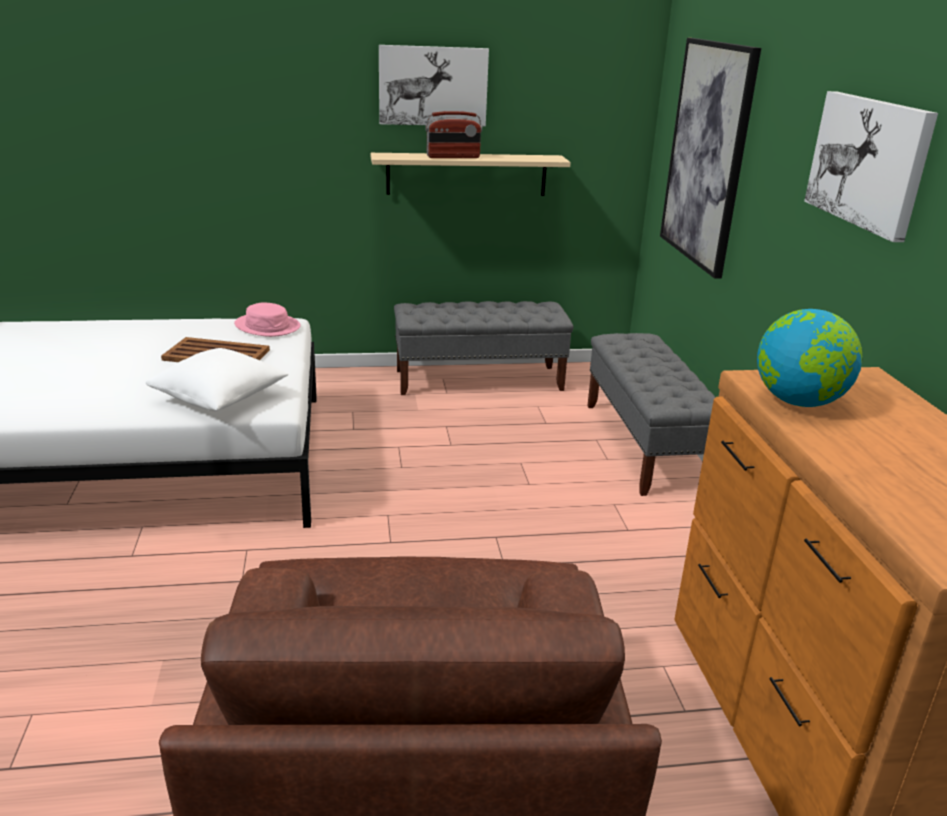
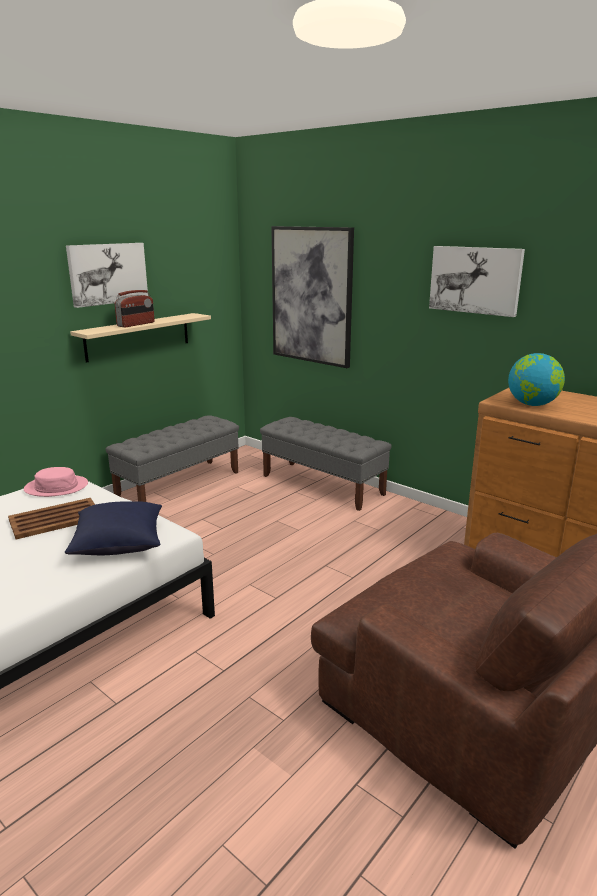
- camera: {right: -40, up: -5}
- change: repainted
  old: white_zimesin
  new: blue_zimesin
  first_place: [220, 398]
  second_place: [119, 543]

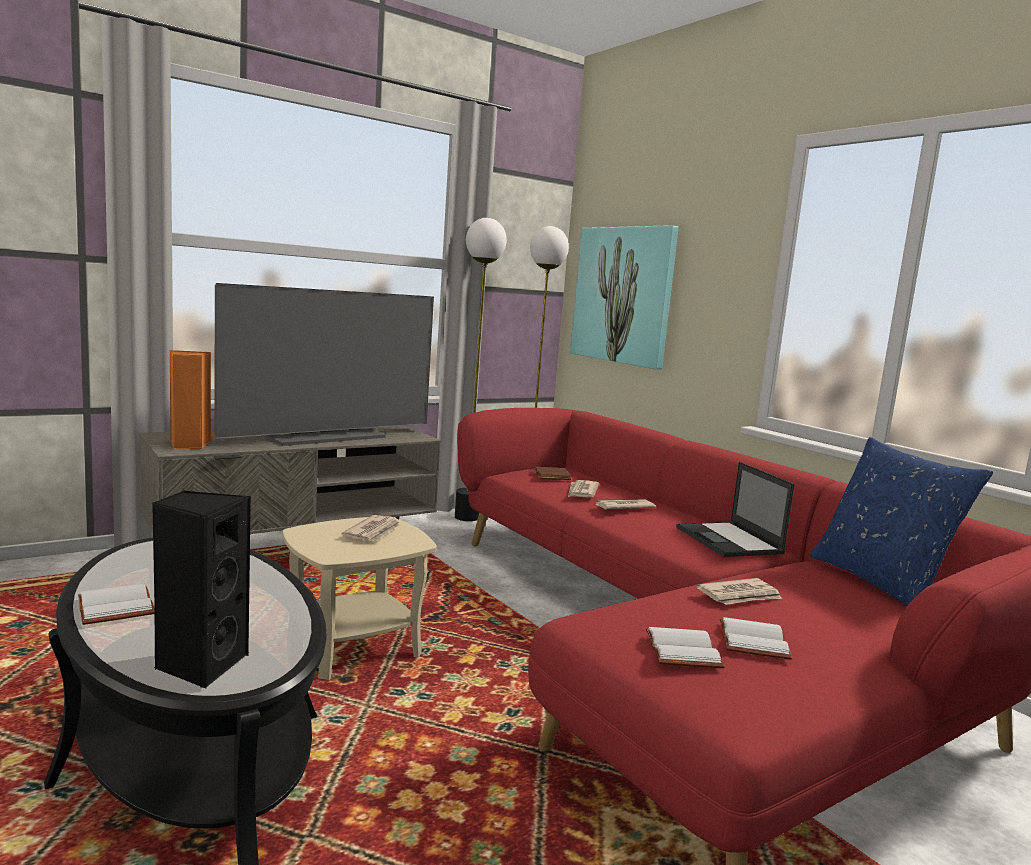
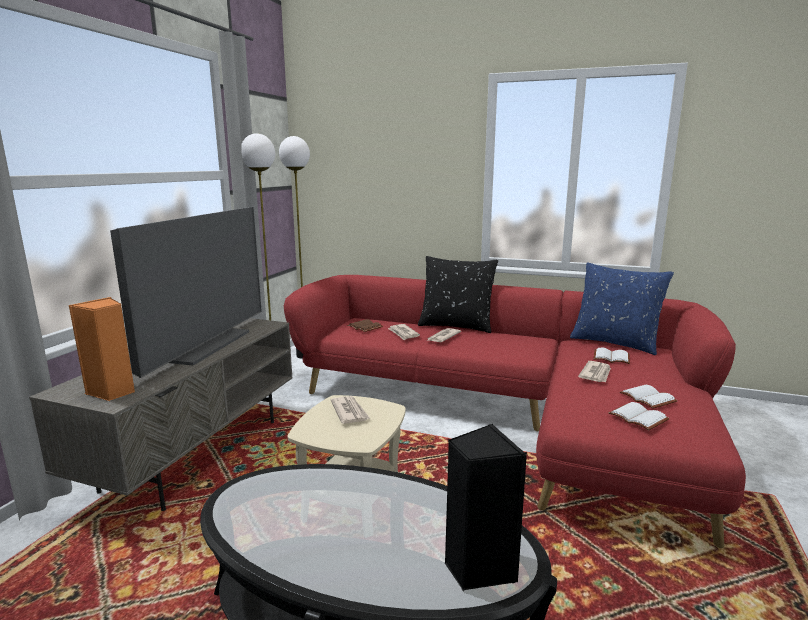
- camera: {right: -35, up: 5}
- change: new
  new: black_zimesin
  second_place: [456, 326]
- change: shifted
  old: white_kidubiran
  first_place: [118, 607]
  second_place: [612, 357]
- change: gone
  old: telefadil
  first_place: [623, 295]
- change: gone
  old: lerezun
  first_place: [729, 540]

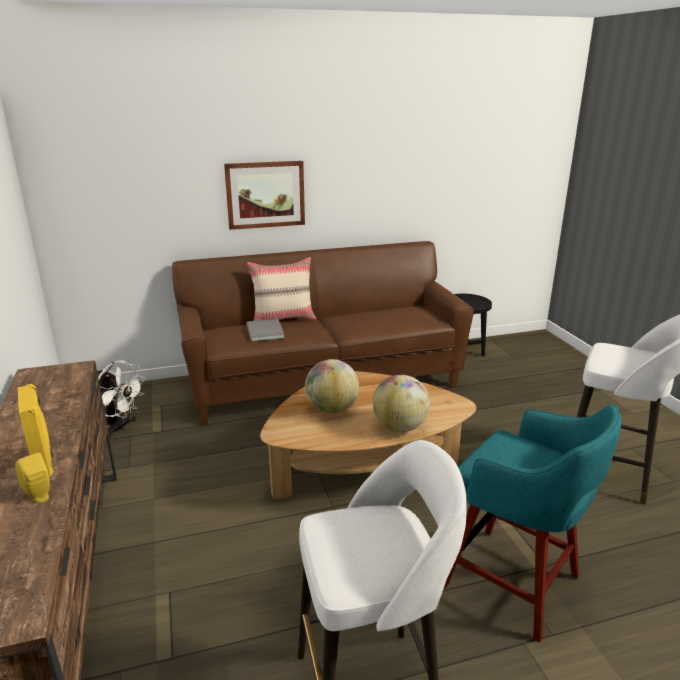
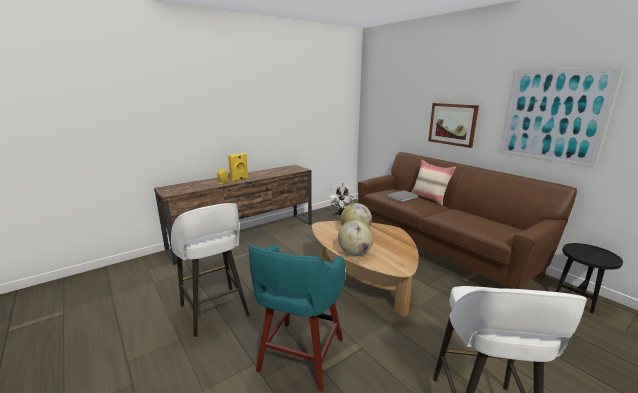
- camera: {right: 70, up: -5}
- change: new
  new: telefadil
  second_place: [552, 116]

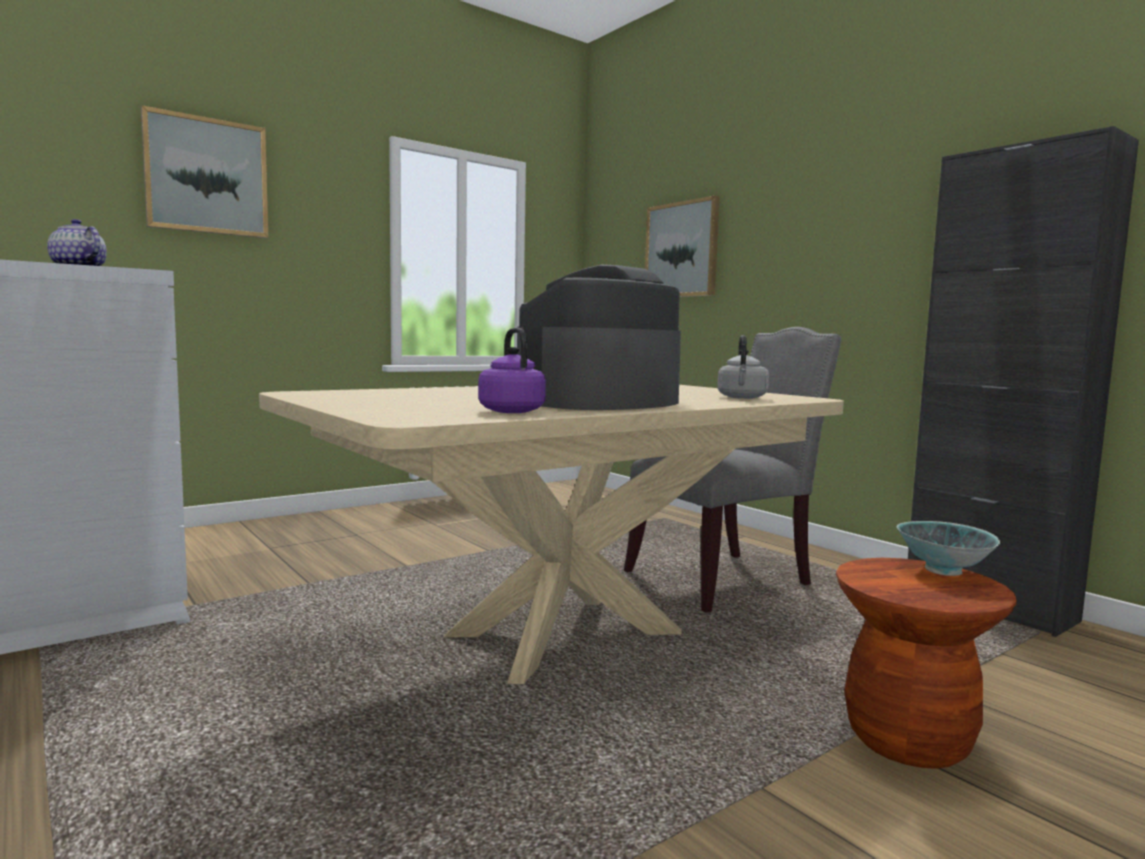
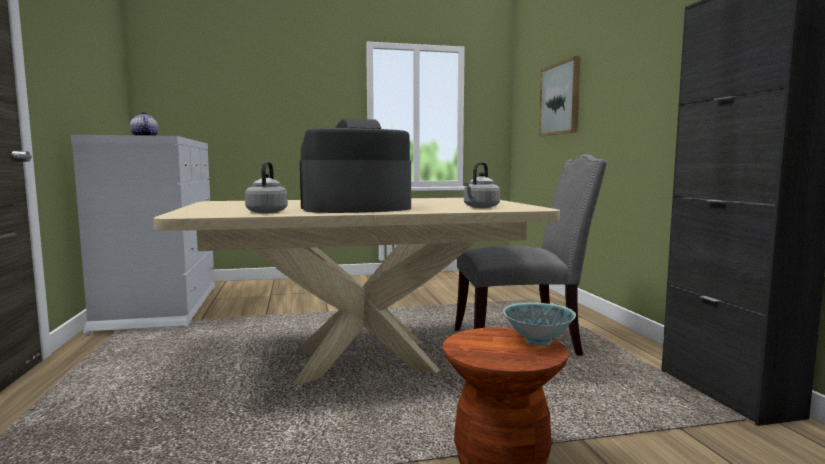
- camera: {right: 25, up: 0}
- change: repainted
  old: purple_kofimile
  new: grey_kofimile
  first_place: [510, 411]
  second_place: [267, 212]
- change: gone
  old: telefadil
  first_place: [206, 176]

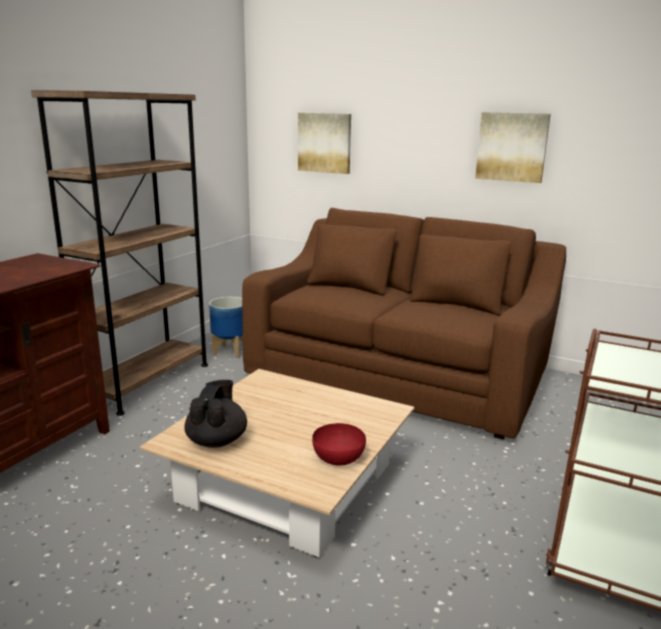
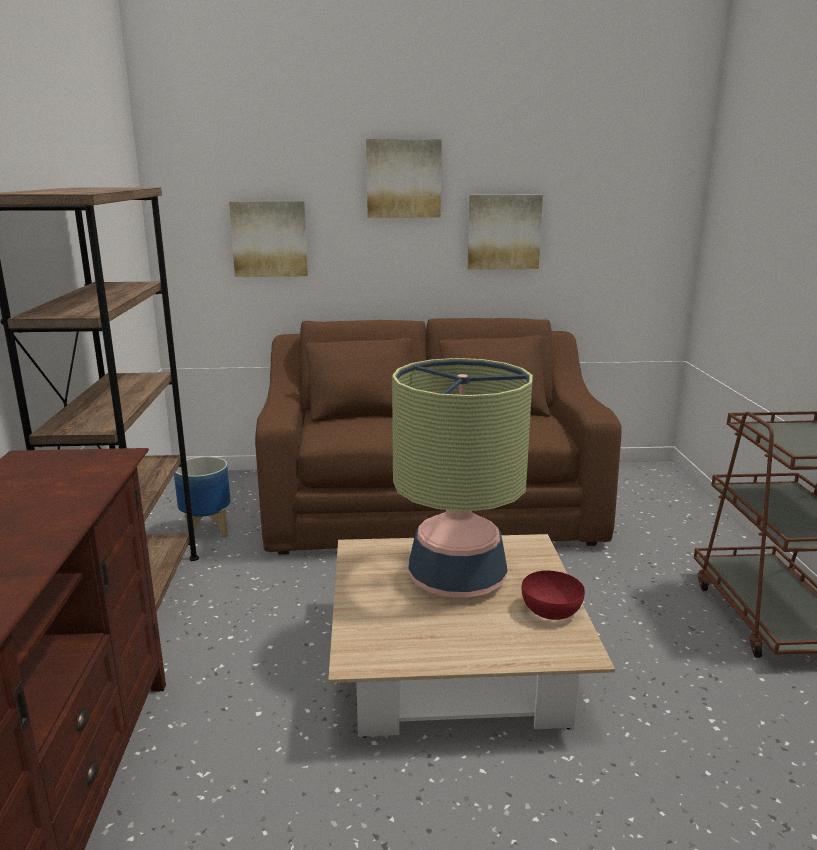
- camera: {right: -30, up: 0}
- change: new
  new: telefadil
  second_place: [403, 178]
- change: new
  new: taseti
  second_place: [457, 579]
- change: gone
  old: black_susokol
  first_place: [217, 440]

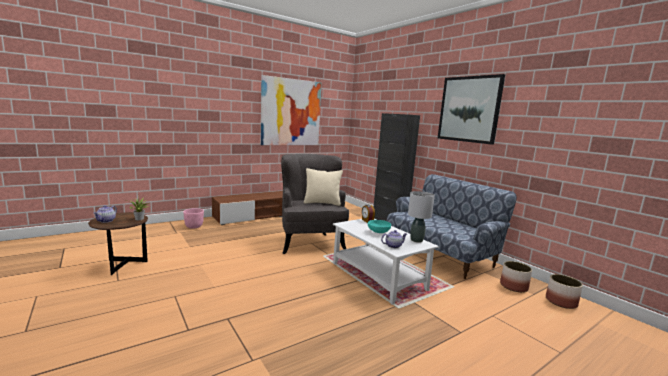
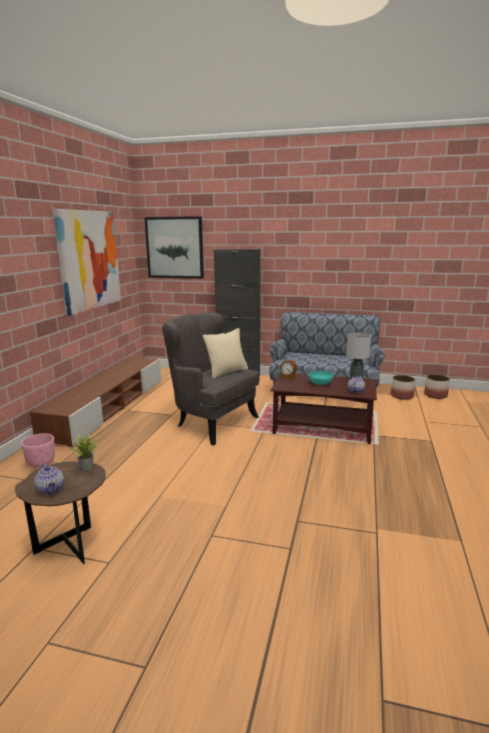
- camera: {right: -40, up: 5}
- change: shifted
  old: telefadil
  first_place: [469, 109]
  second_place: [174, 247]
- change: repainted
  old: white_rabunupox
  new: brown_rabunupox
  first_place: [378, 276]
  second_place: [323, 428]

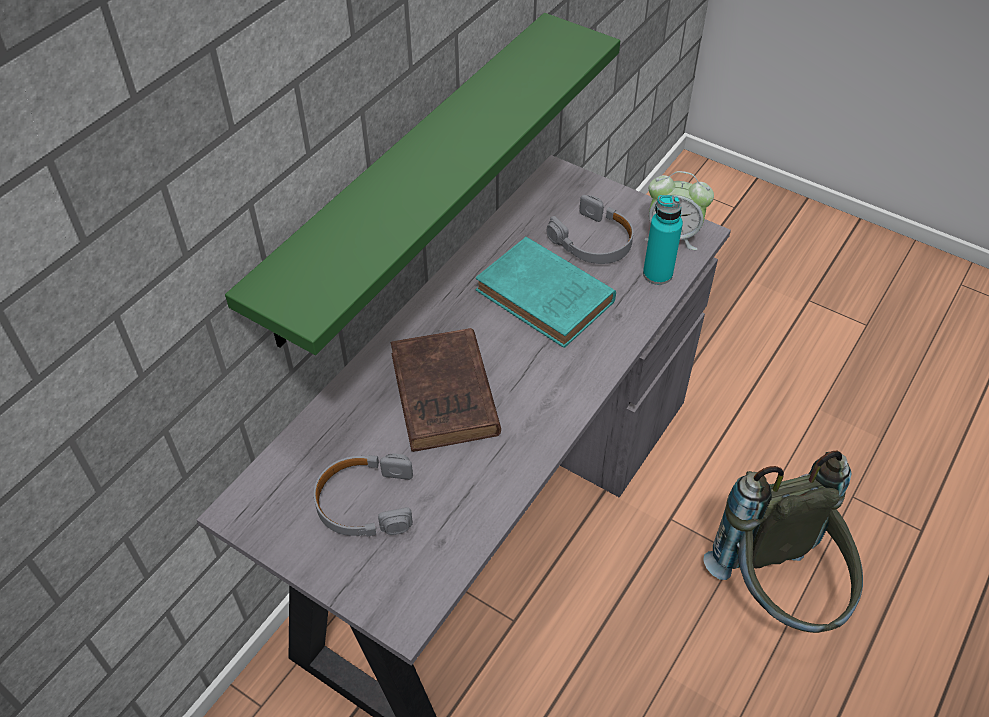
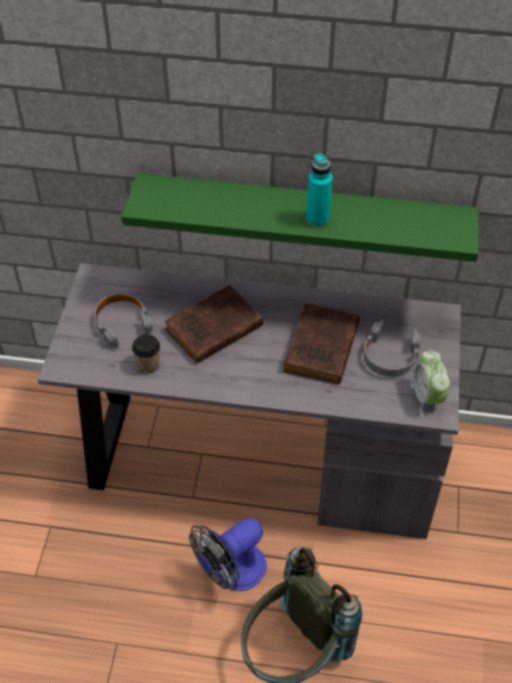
- camera: {right: 65, up: 0}
- change: new
  new: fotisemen
  second_place: [148, 365]
- change: new
  new: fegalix
  second_place: [231, 573]
- change: repainted
  old: turquoise_kidubiran
  new: brown_kidubiran
  first_place: [547, 298]
  second_place: [321, 349]
- change: shifted
  old: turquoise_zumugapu
  first_place: [657, 274]
  second_place: [317, 219]

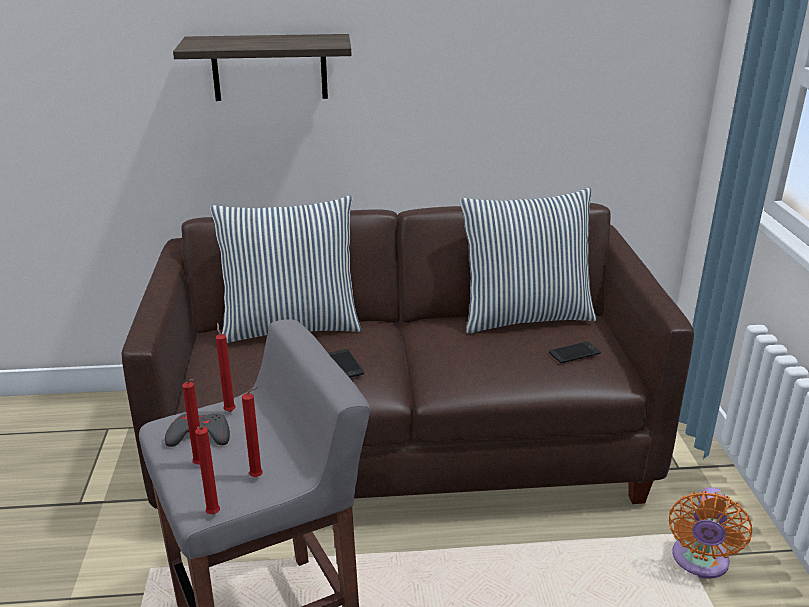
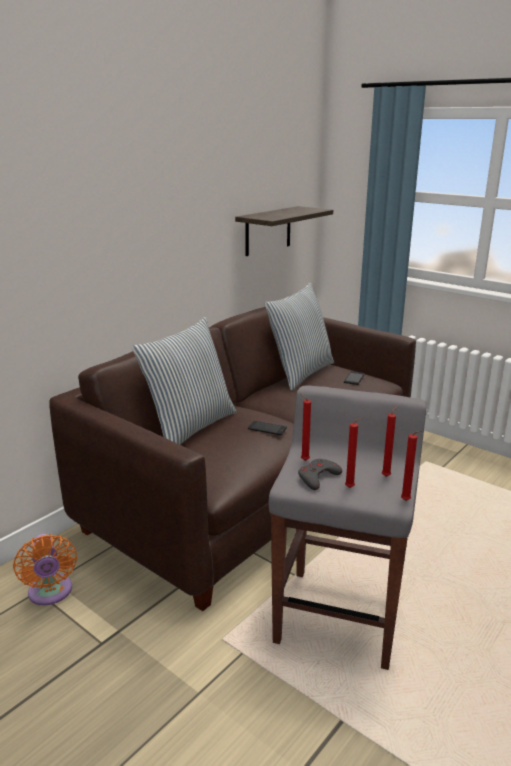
- camera: {right: -45, up: -5}
- change: shifted
  old: orange_fegalix
  first_place: [699, 562]
  second_place: [50, 593]
- change: shifted
  old: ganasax
  first_place: [269, 67]
  second_place: [268, 231]

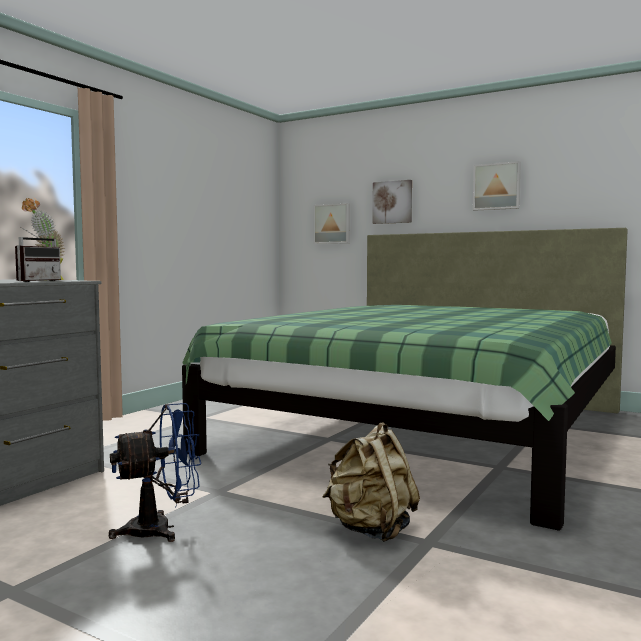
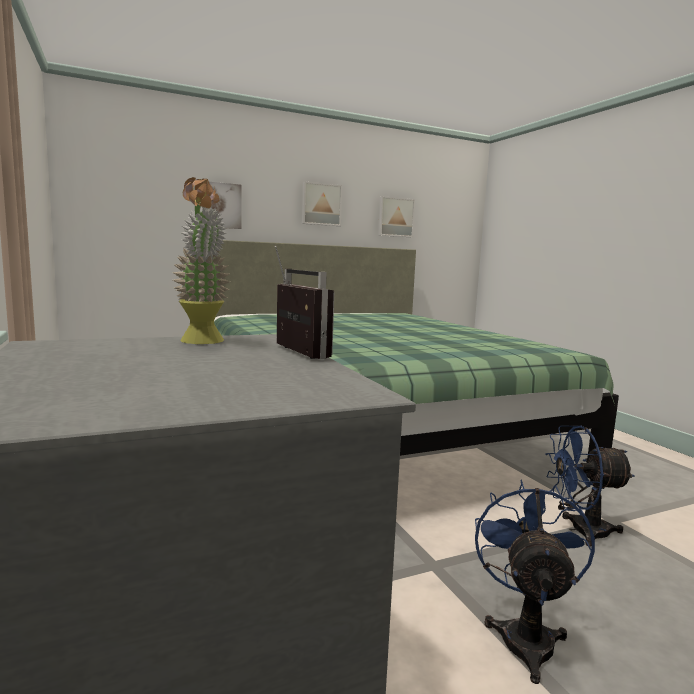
- camera: {right: -55, up: 5}
- change: shifted
  old: telefadil
  first_place: [332, 224]
  second_place: [395, 217]
- change: swapped
  old: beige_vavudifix
  new: blue_fegalix
  first_place: [371, 530]
  second_place: [580, 530]

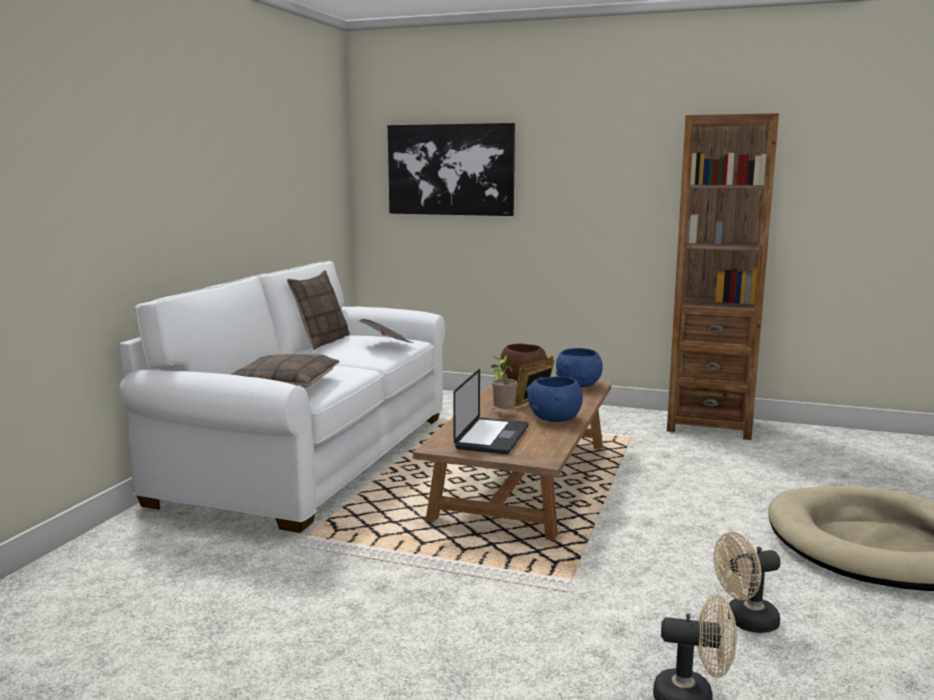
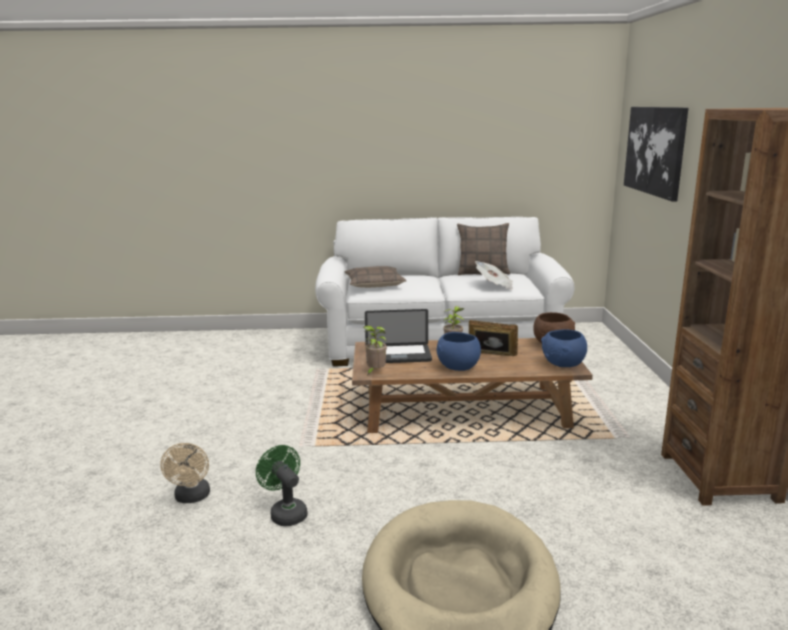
- camera: {right: 70, up: 5}
- change: repainted
  old: beige_fegalix
  new: green_fegalix
  first_place: [745, 622]
  second_place: [286, 512]
- change: new
  new: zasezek
  second_place: [375, 372]

